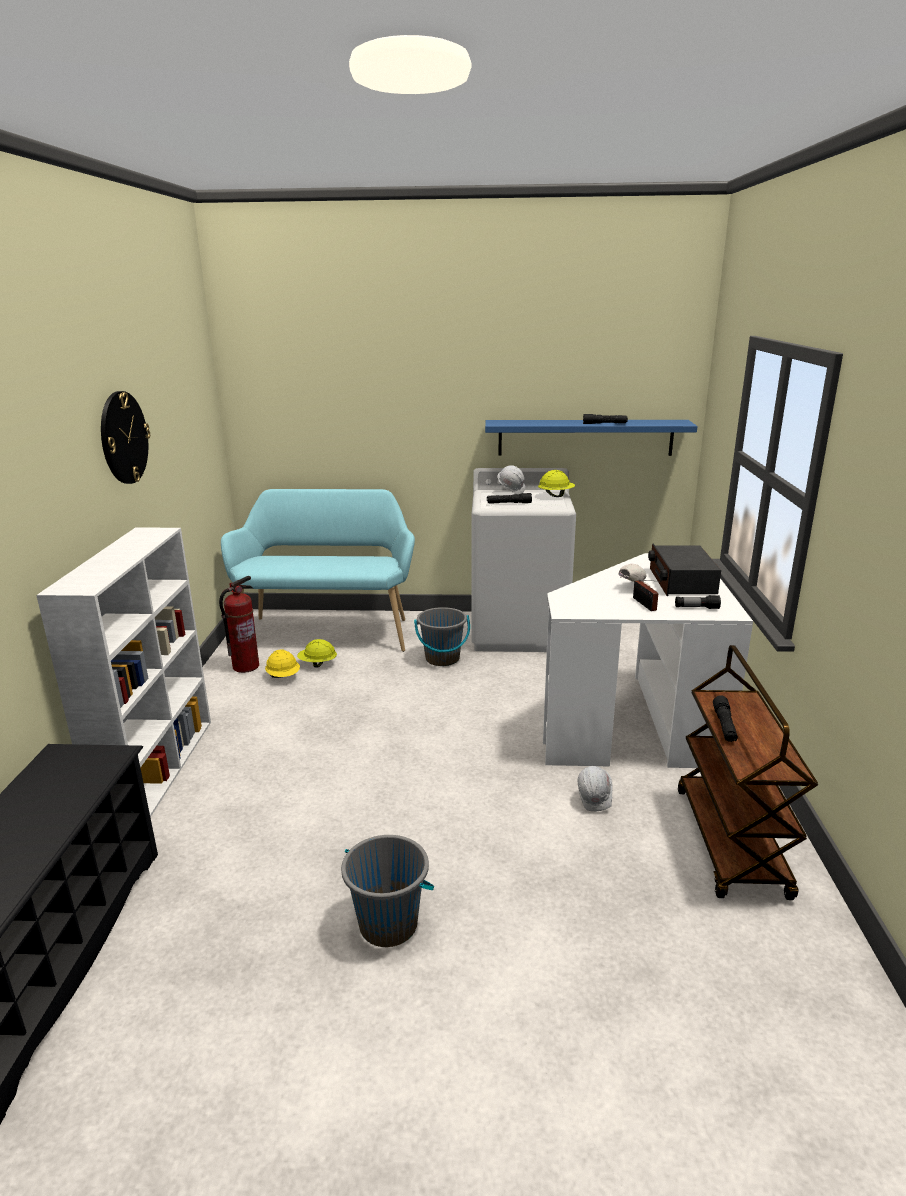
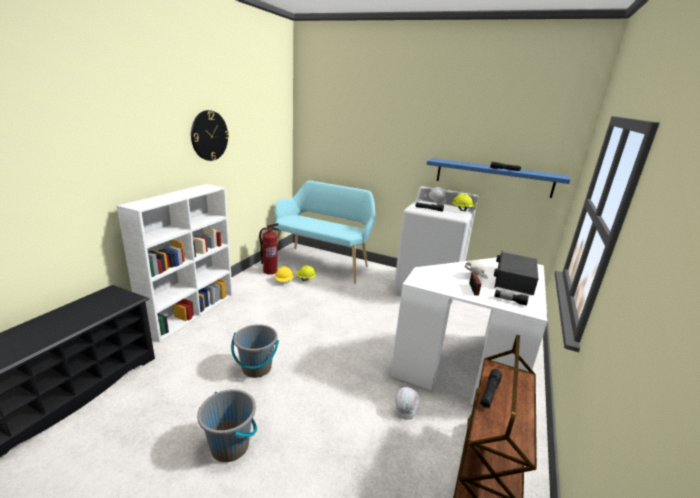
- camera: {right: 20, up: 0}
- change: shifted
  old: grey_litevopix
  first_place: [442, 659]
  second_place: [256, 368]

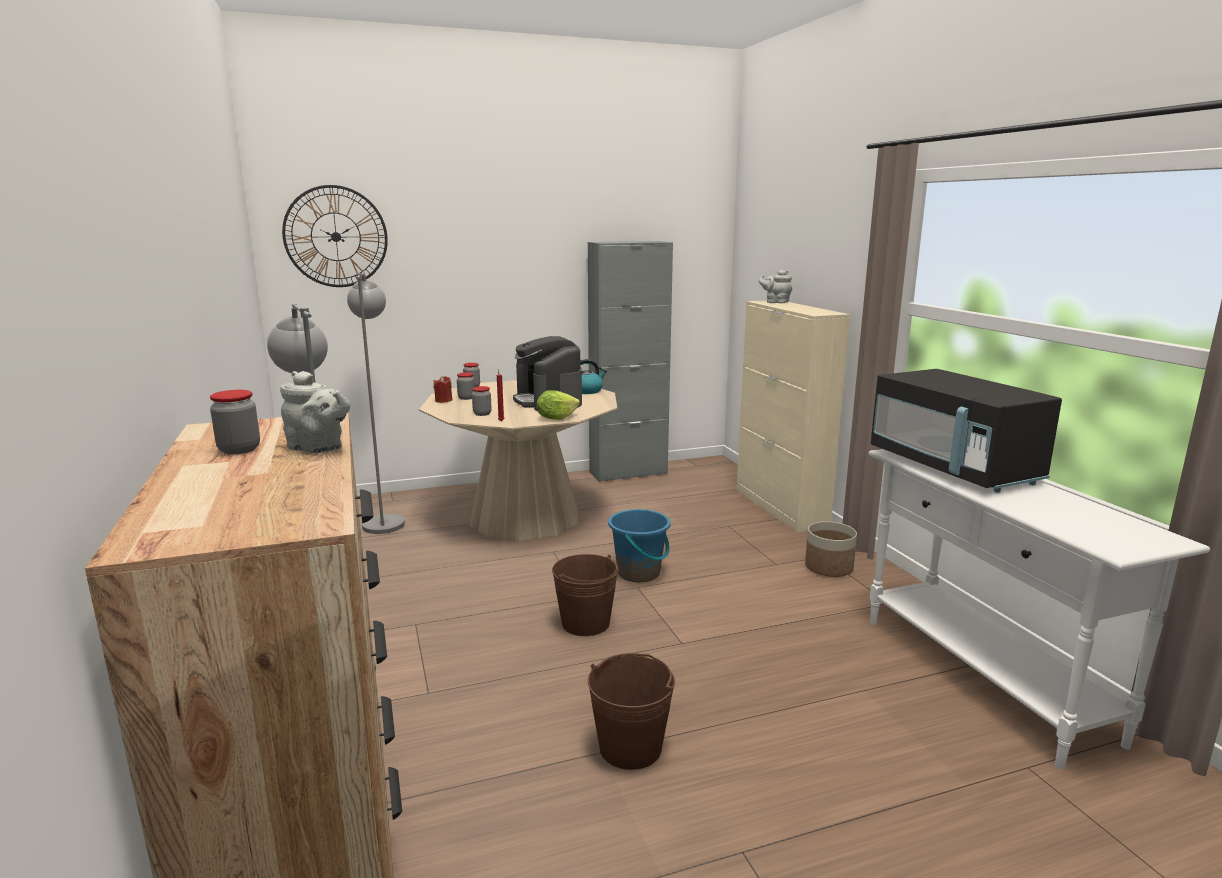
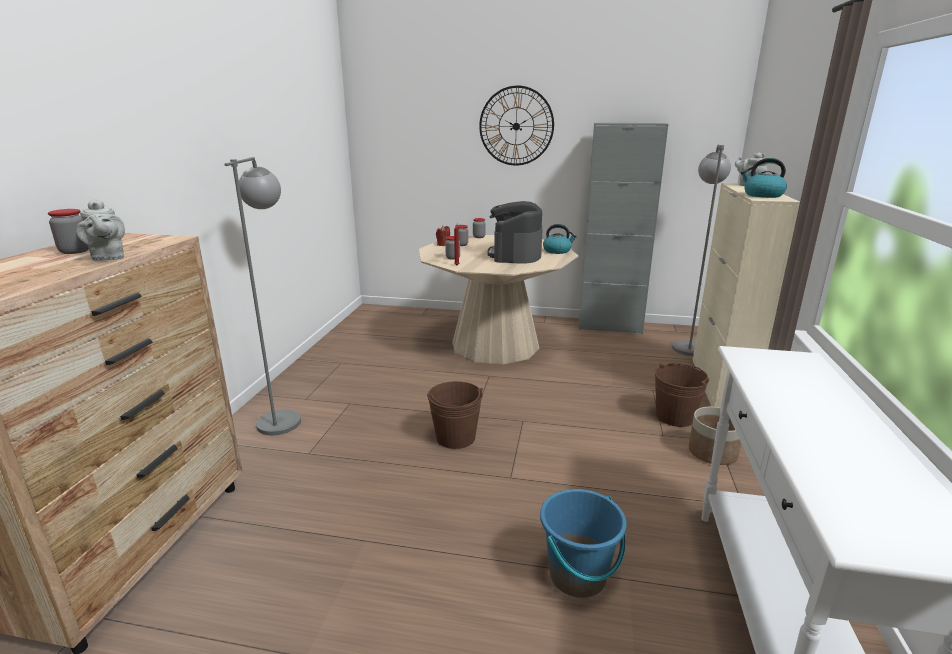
- camera: {right: 30, up: 5}
- change: shifted
  old: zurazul
  first_place: [336, 236]
  second_place: [516, 126]
- change: shifted
  old: blue_litevopix
  first_place: [639, 573]
  second_place: [578, 576]
- change: shifted
  old: brown_litevopix
  first_place: [630, 747]
  second_place: [675, 417]
- change: shifted
  old: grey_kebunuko
  first_place: [384, 519]
  second_place: [688, 344]
- change: new
  new: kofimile
  second_place: [762, 195]
- change: gone
  old: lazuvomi
  first_place: [556, 418]
- change: gone
  old: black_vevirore
  first_place: [953, 468]

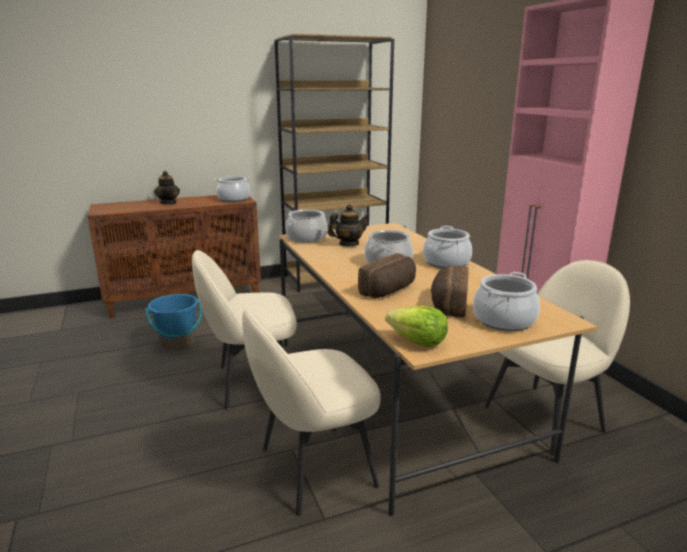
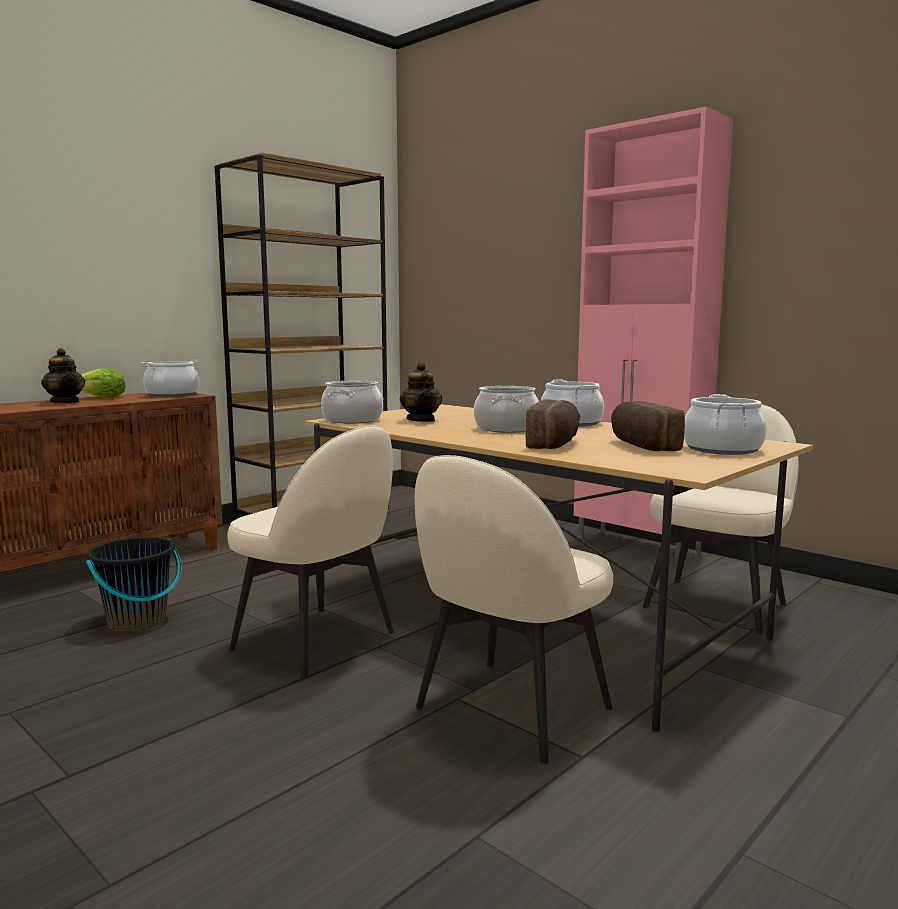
- camera: {right: -25, up: -10}
- change: shifted
  old: lazuvomi
  first_place: [417, 341]
  second_place: [102, 397]
- change: repainted
  old: blue_litevopix
  new: black_litevopix
  first_place: [178, 342]
  second_place: [137, 619]
- change: rotated
  old: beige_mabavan
  first_place: [252, 383]
  second_place: [317, 642]
  degrees: -105
- change: rotated
  old: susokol
  first_place: [348, 244]
  second_place: [421, 420]
  degrees: 120

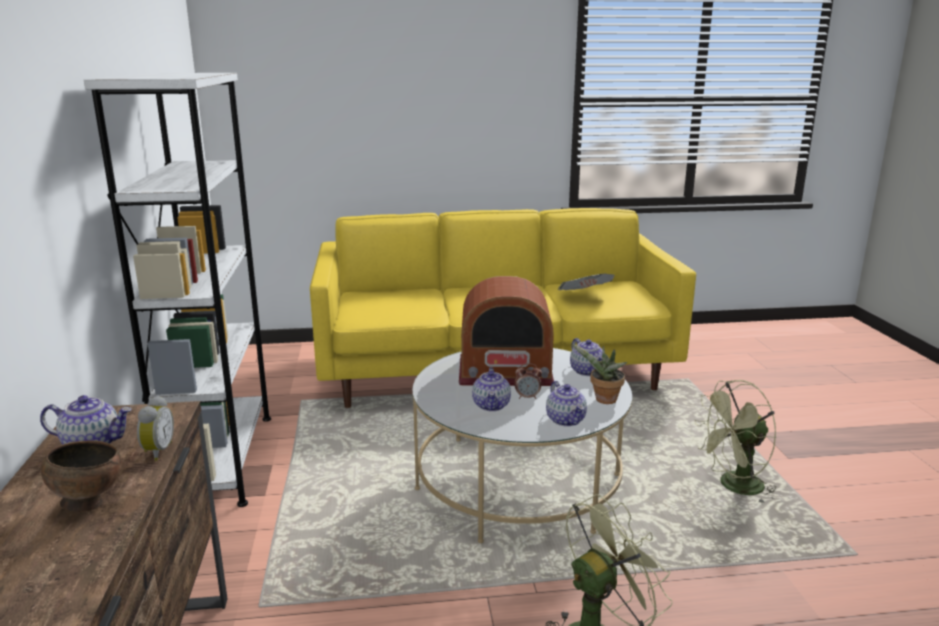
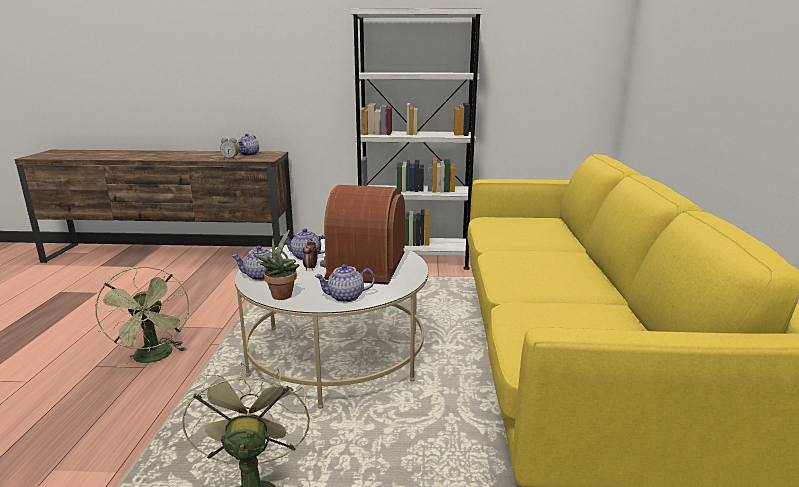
- camera: {right: 100, up: 0}
- change: gone
  old: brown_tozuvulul
  first_place: [88, 503]
- change: gone
  old: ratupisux
  first_place: [584, 297]

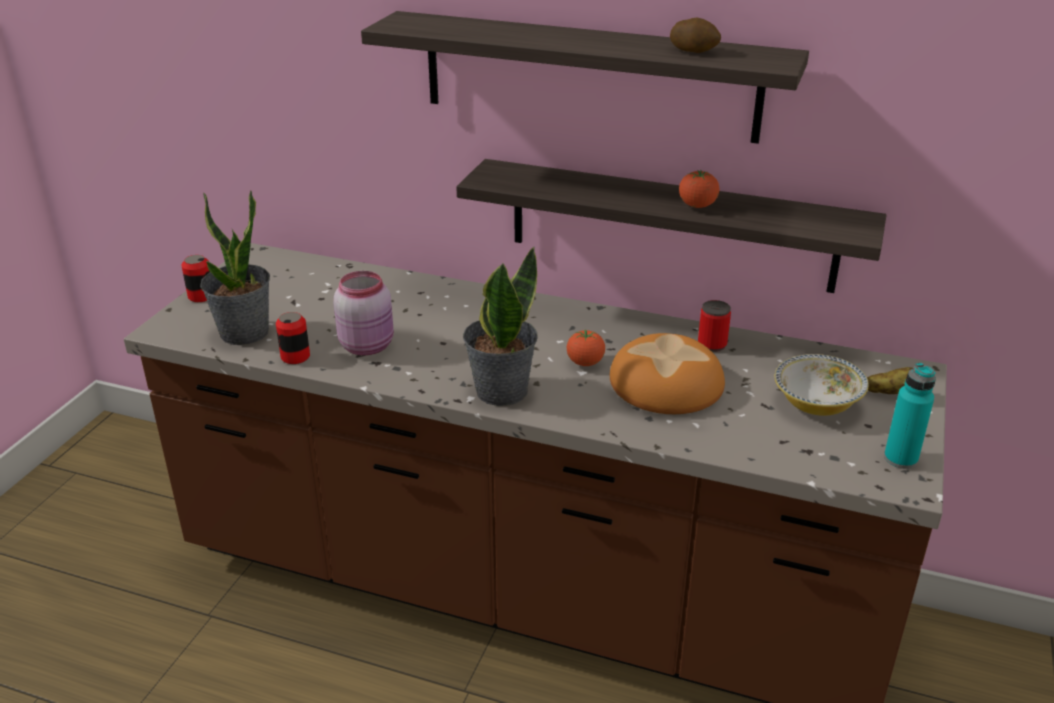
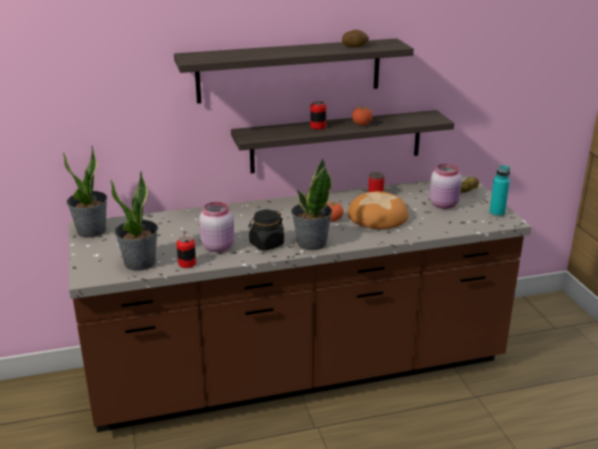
- camera: {right: -35, up: -5}
- change: new
  new: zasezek
  second_place: [91, 231]
- change: new
  new: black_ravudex
  second_place: [266, 244]
- change: shifted
  old: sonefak
  first_place: [201, 296]
  second_place: [318, 127]
- change: swapped
  old: tozuvulul
  new: pink_ravudex
  first_place: [816, 404]
  second_place: [444, 204]

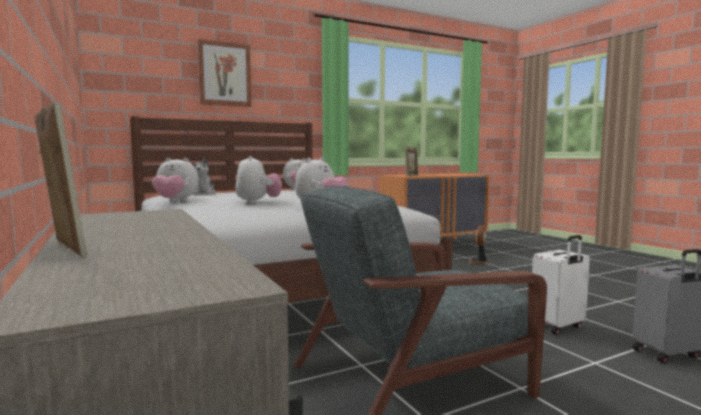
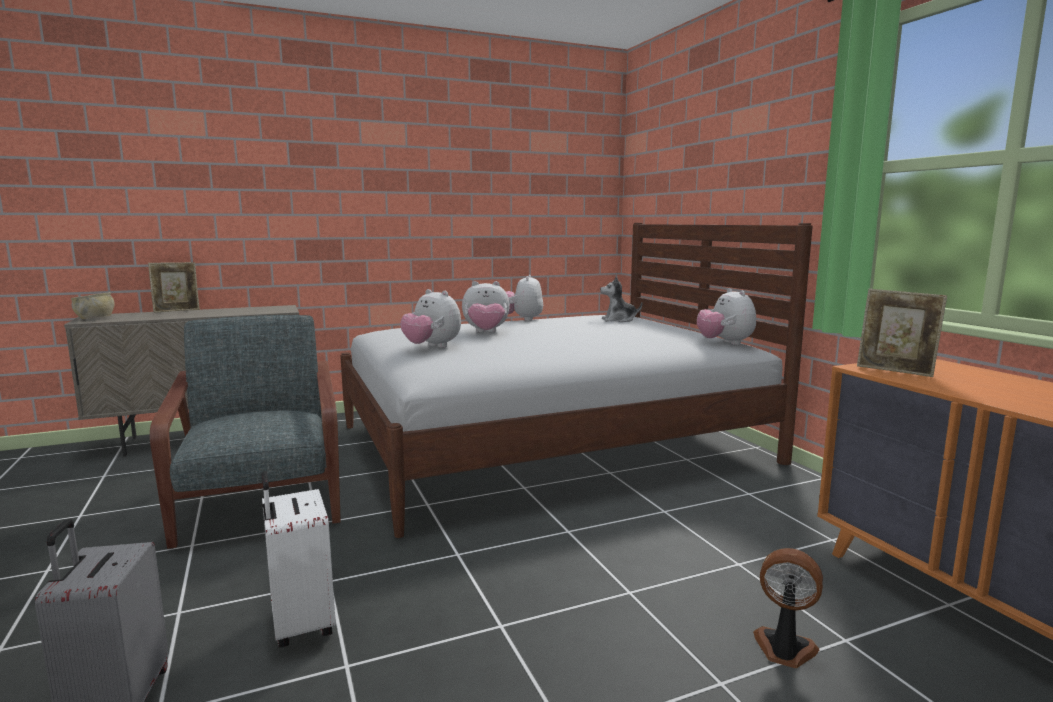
- camera: {right: 95, up: 5}
- change: new
  new: beige_tozuvulul
  second_place: [95, 318]
- change: gone
  old: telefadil
  first_place: [224, 74]

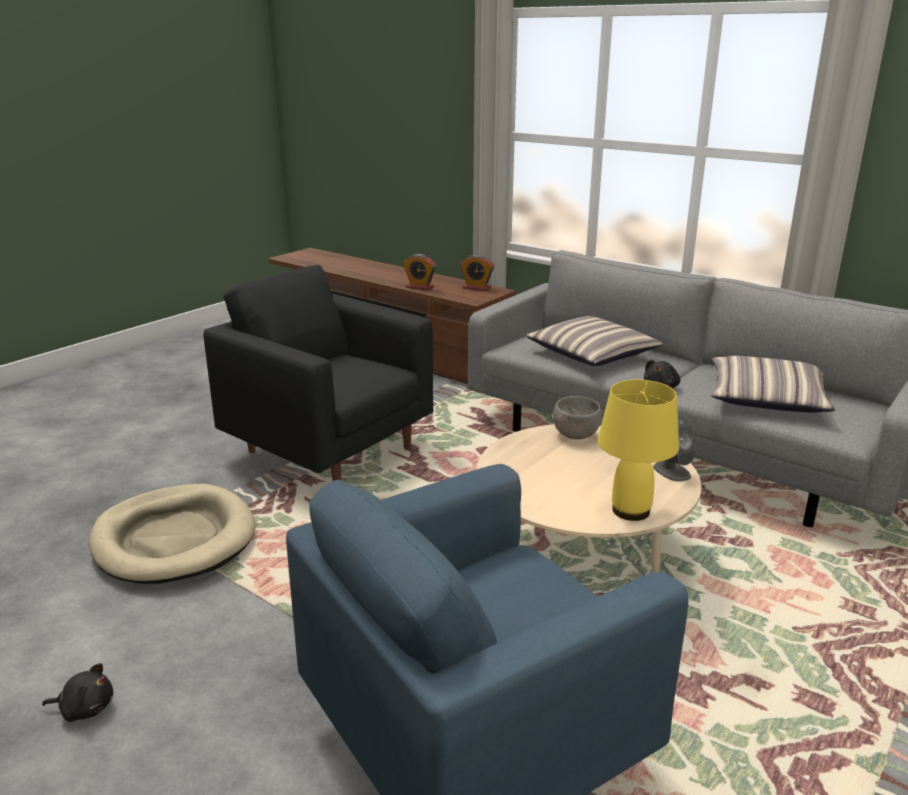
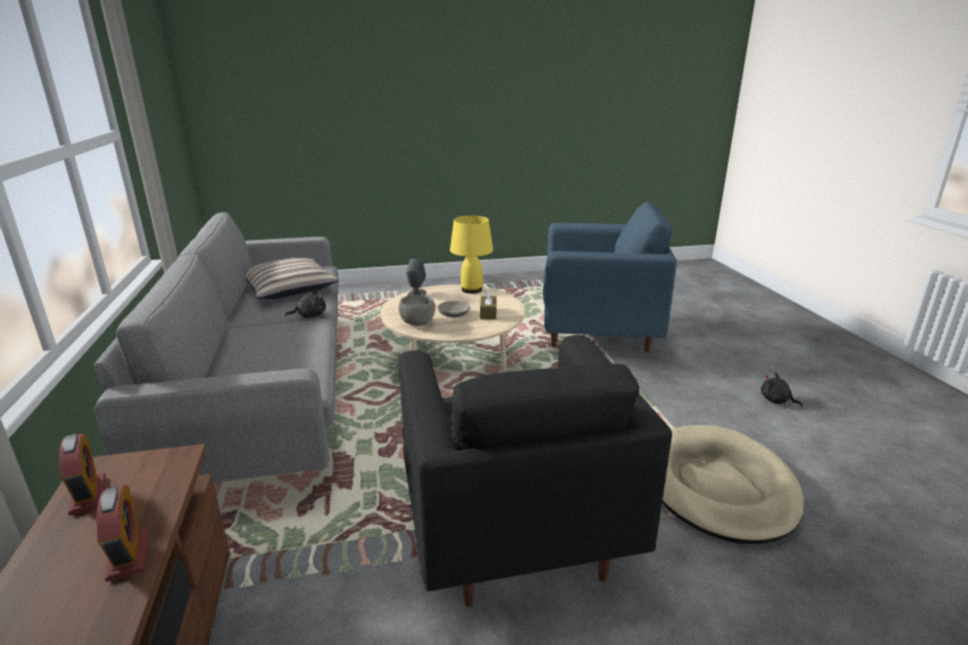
- camera: {right: -140, up: 0}
- change: new
  new: grey_tozuvulul
  second_place: [453, 314]
- change: new
  new: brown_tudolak
  second_place: [488, 313]
- change: gone
  old: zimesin
  first_place: [592, 354]

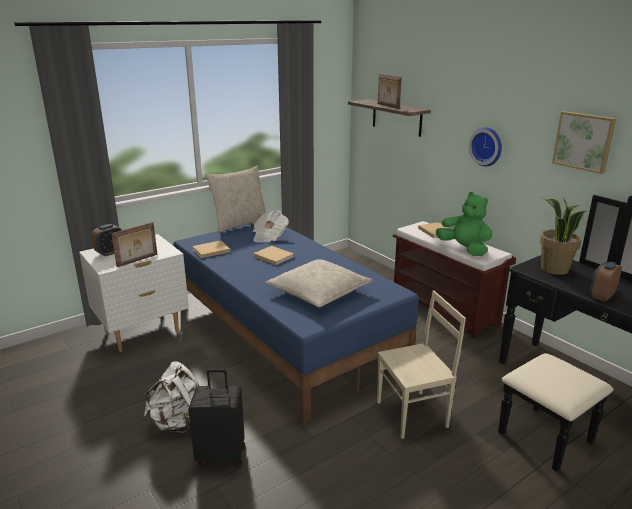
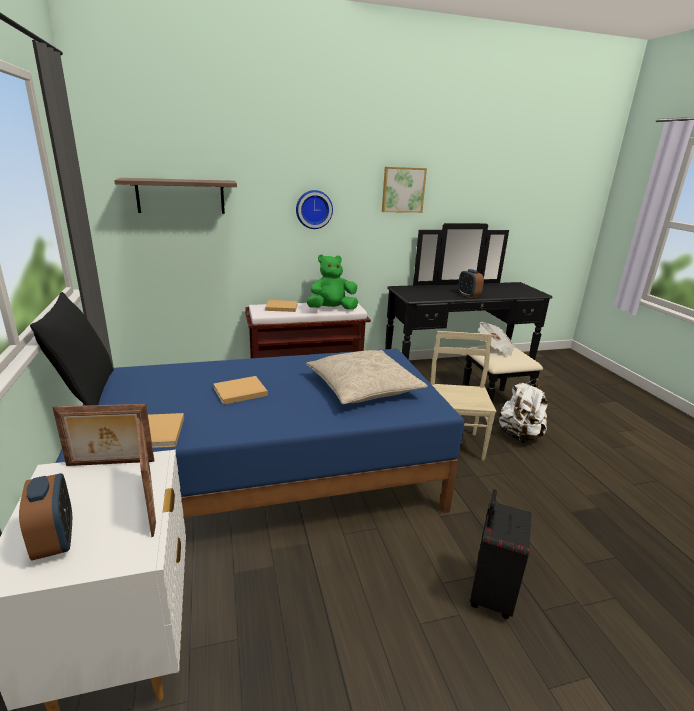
- camera: {right: -70, up: 0}
- change: repainted
  old: beige_zimesin
  new: black_zimesin
  first_place: [240, 224]
  second_place: [85, 392]
- change: shifted
  old: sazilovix
  first_place: [387, 106]
  second_place: [110, 464]
- change: shifted
  old: ratupisux
  first_place: [269, 236]
  second_place: [495, 348]
- change: shifted
  old: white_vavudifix
  first_place: [178, 423]
  second_place: [519, 436]
- change: gone
  old: zasezek
  first_place: [554, 269]

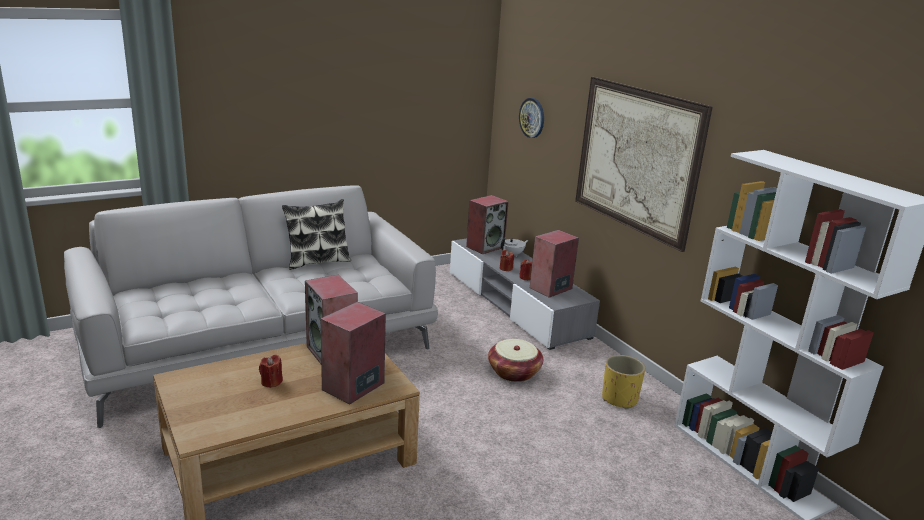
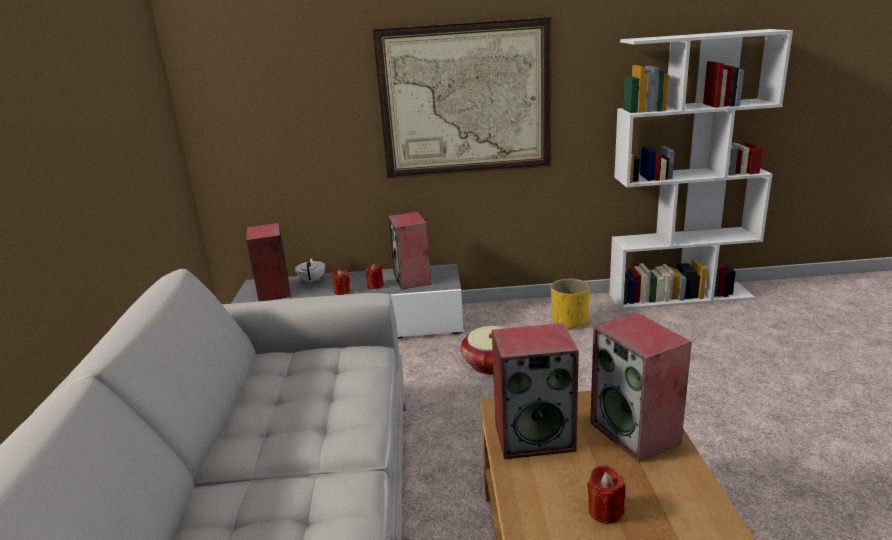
- camera: {right: -60, up: 0}
- change: gone
  old: zimesin
  first_place: [317, 261]
- change: gone
  old: zurazul
  first_place: [532, 118]

